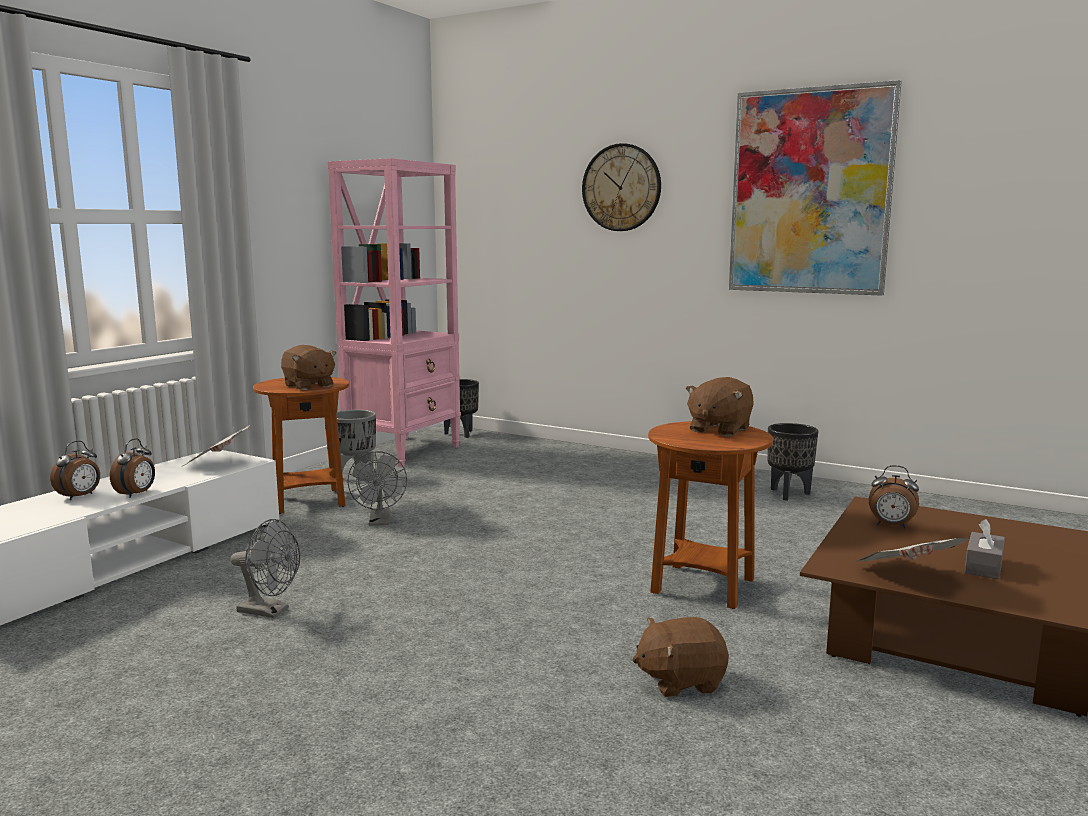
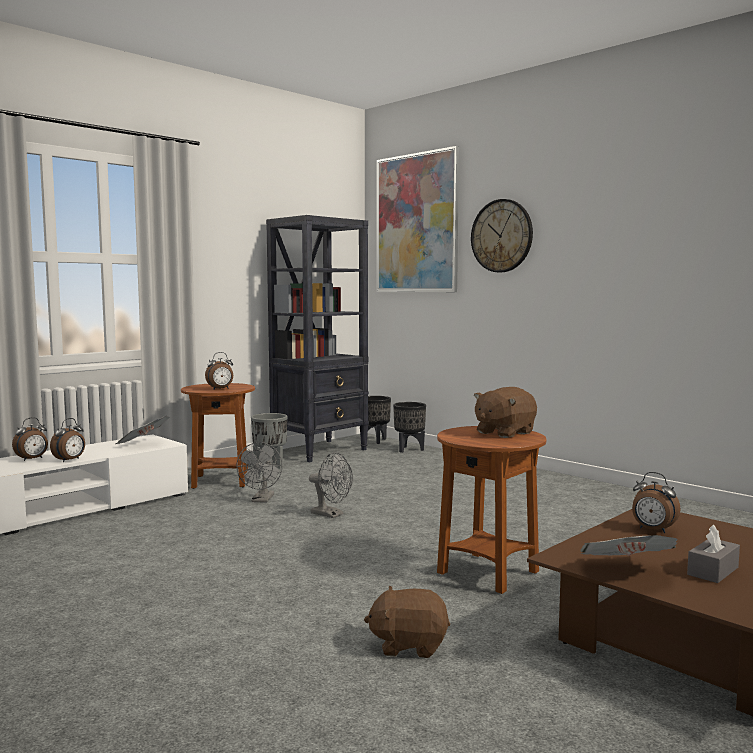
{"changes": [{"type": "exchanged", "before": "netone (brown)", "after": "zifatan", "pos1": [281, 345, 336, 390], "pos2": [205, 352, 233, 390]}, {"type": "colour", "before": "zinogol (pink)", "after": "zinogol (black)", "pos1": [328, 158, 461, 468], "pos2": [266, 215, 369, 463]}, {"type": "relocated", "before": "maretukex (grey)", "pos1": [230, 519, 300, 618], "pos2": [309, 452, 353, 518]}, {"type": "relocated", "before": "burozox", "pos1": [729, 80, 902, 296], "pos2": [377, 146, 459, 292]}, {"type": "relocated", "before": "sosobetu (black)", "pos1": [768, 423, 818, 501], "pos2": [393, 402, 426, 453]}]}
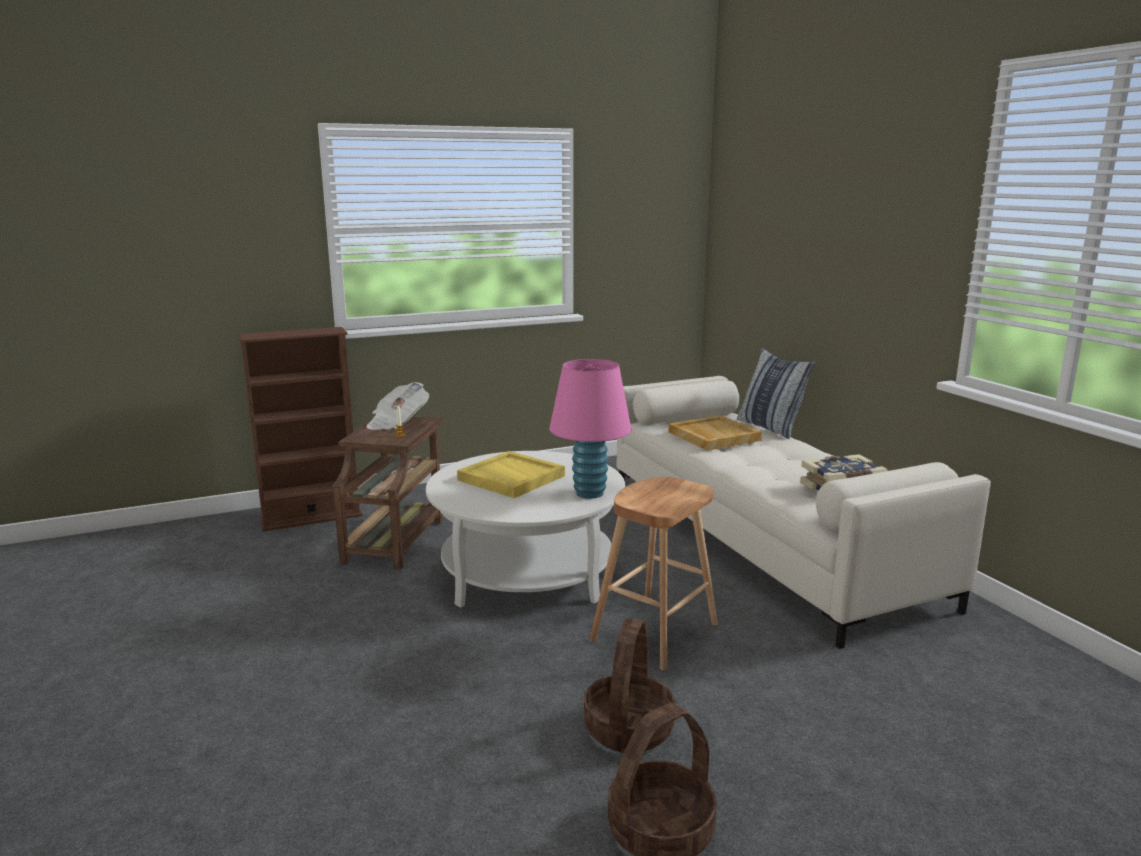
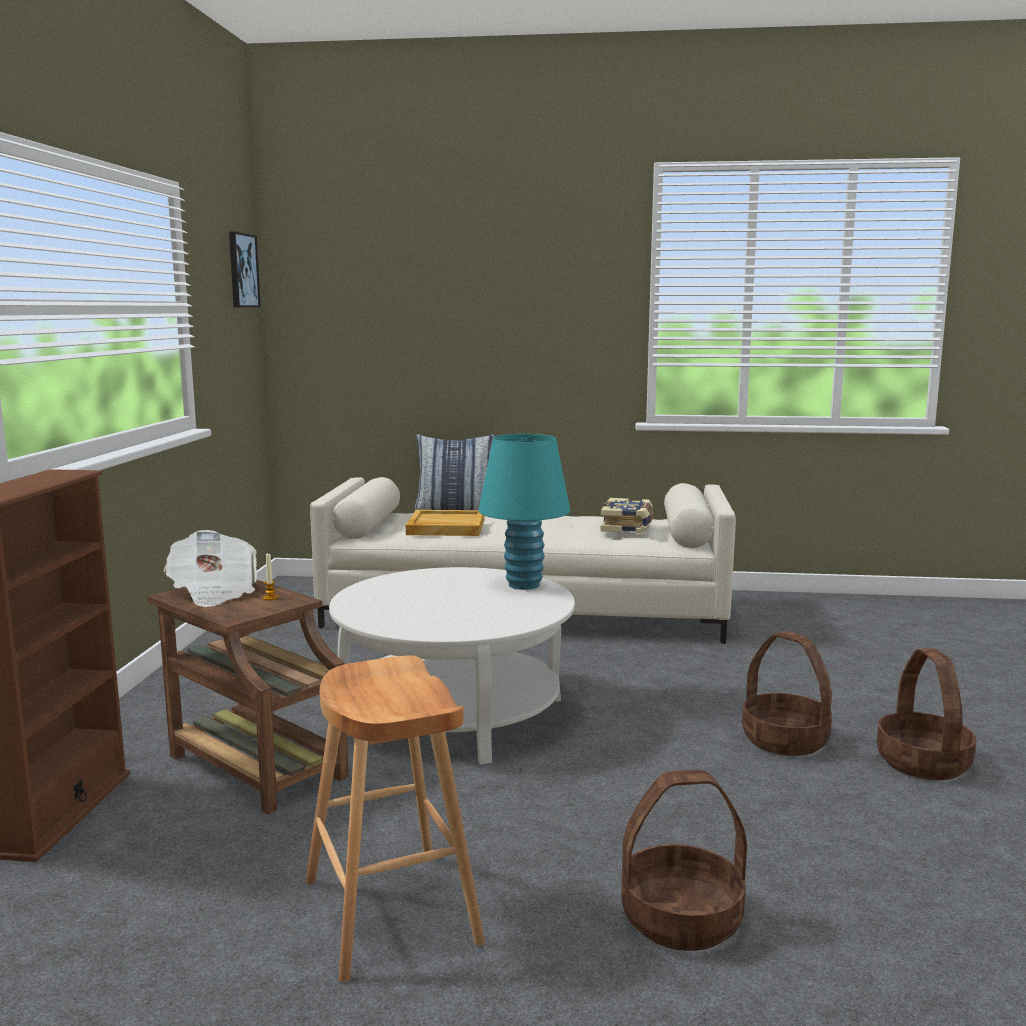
{"changes": [{"type": "appeared", "after": "burozox", "pos2": [229, 232, 261, 307]}, {"type": "relocated", "before": "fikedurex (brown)", "pos1": [590, 477, 718, 671], "pos2": [306, 655, 485, 982]}, {"type": "colour", "before": "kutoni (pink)", "after": "kutoni (turquoise)", "pos1": [549, 359, 631, 499], "pos2": [478, 434, 570, 590]}, {"type": "appeared", "after": "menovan", "pos2": [621, 770, 747, 951]}, {"type": "missing", "before": "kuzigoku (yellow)", "pos1": [457, 451, 565, 498]}]}
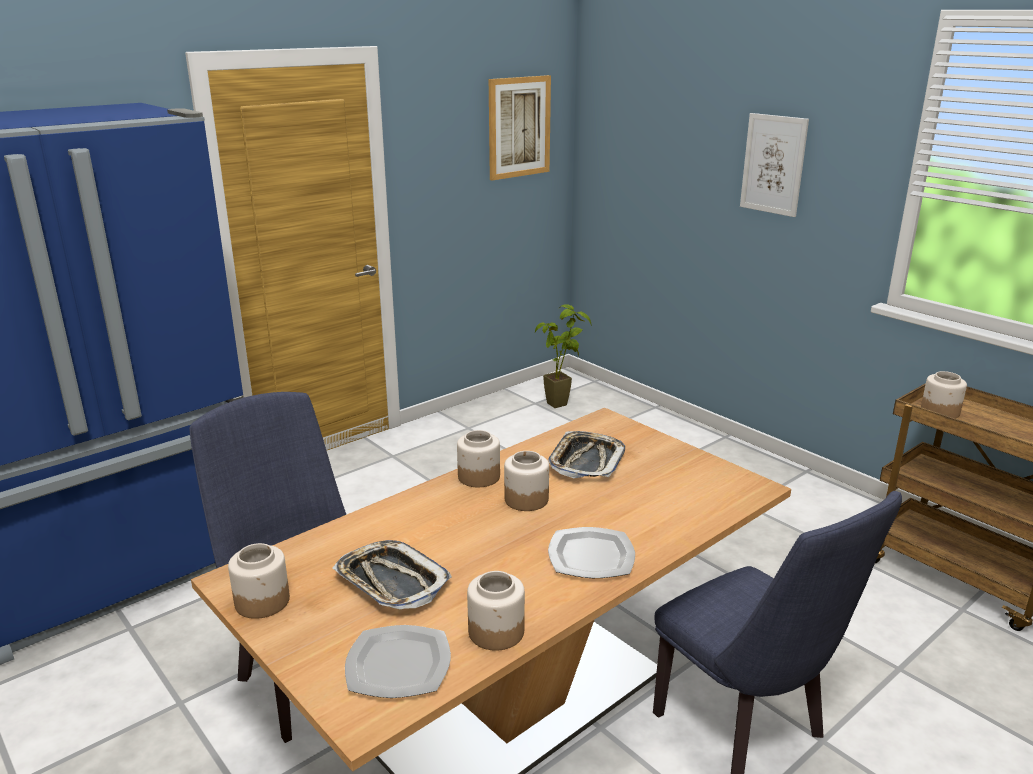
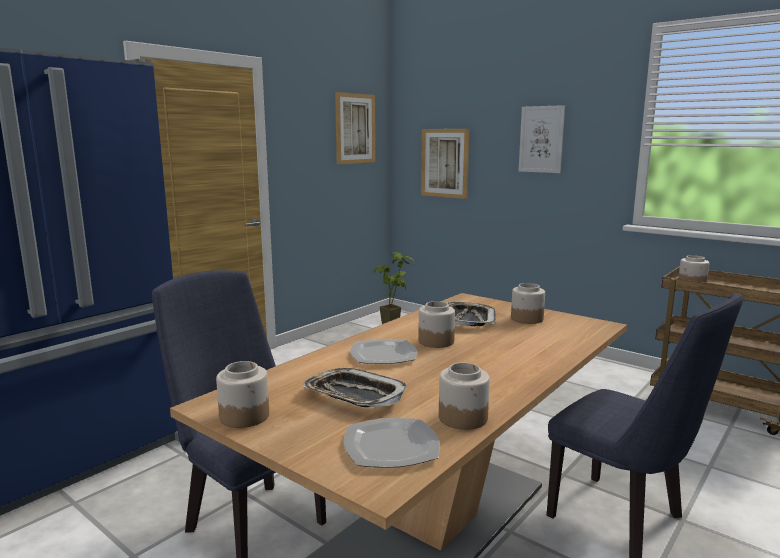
{"changes": [{"type": "relocated", "before": "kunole", "pos1": [548, 527, 635, 578], "pos2": [350, 339, 417, 364]}, {"type": "appeared", "after": "burozox", "pos2": [421, 129, 469, 199]}, {"type": "relocated", "before": "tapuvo", "pos1": [457, 430, 500, 487], "pos2": [511, 283, 545, 324]}]}
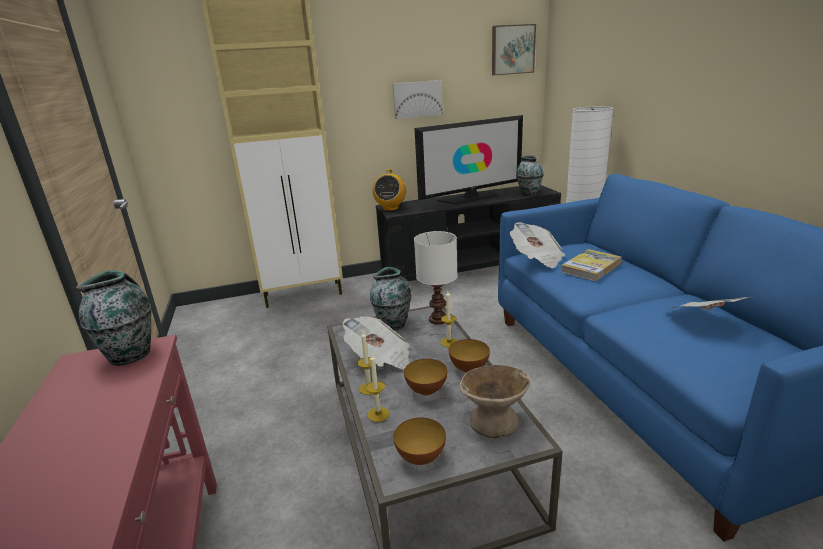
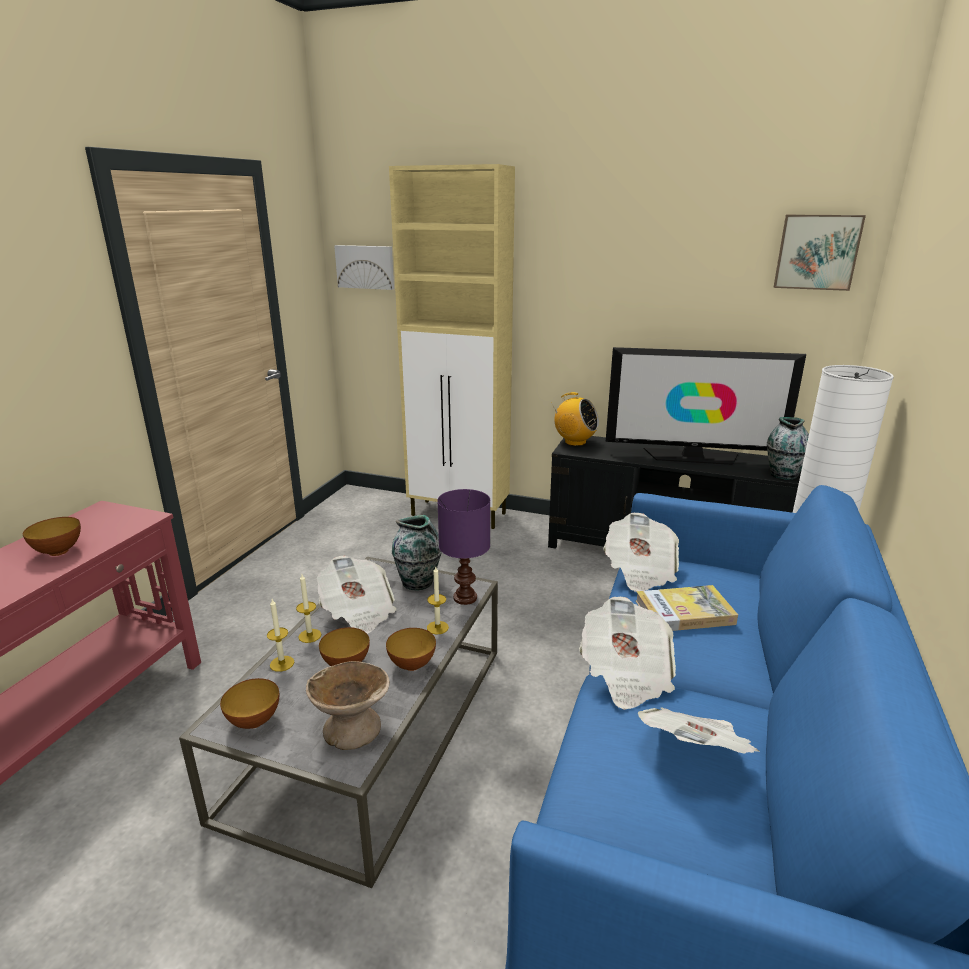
{"changes": [{"type": "appeared", "after": "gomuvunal", "pos2": [23, 517, 81, 556]}, {"type": "relocated", "before": "burozox", "pos1": [392, 80, 443, 119], "pos2": [334, 245, 394, 290]}, {"type": "colour", "before": "kutoni (white)", "after": "kutoni (purple)", "pos1": [414, 231, 457, 325], "pos2": [437, 489, 490, 605]}, {"type": "spun", "before": "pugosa", "pos1": [372, 169, 406, 211], "pos2": [551, 392, 599, 446], "turn": -105}, {"type": "appeared", "after": "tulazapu", "pos2": [579, 596, 676, 710]}, {"type": "missing", "before": "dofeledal", "pos1": [76, 271, 152, 366]}]}
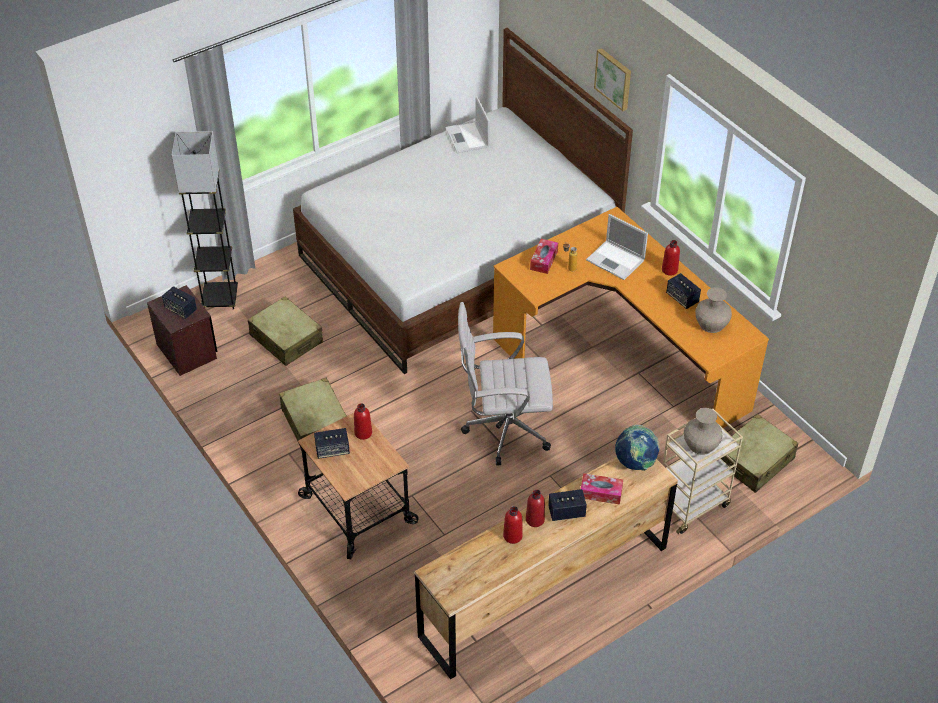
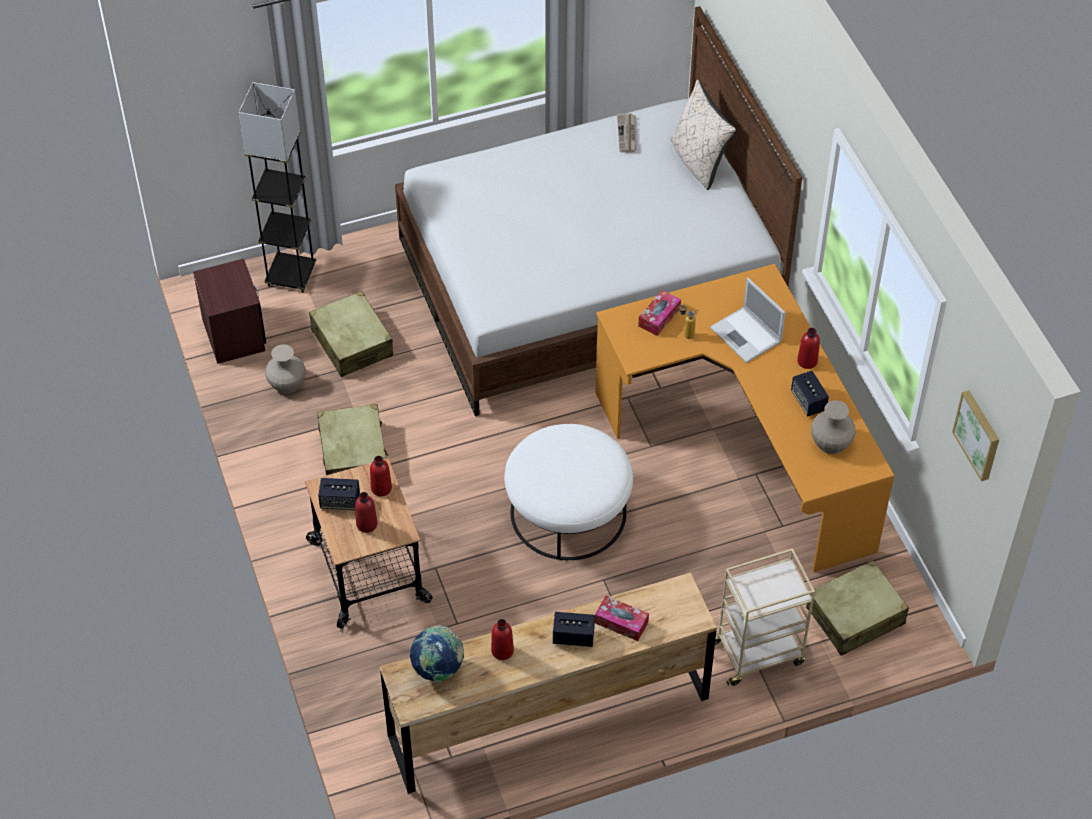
{"changes": [{"type": "relocated", "before": "dofeledal (beige)", "pos1": [684, 408, 722, 455], "pos2": [265, 344, 306, 394]}, {"type": "relocated", "before": "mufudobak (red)", "pos1": [526, 490, 545, 527], "pos2": [355, 492, 377, 533]}, {"type": "relocated", "before": "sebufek", "pos1": [615, 425, 660, 471], "pos2": [410, 625, 464, 683]}, {"type": "exchanged", "before": "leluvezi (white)", "after": "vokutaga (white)", "pos1": [458, 302, 553, 465], "pos2": [504, 424, 633, 560]}, {"type": "exchanged", "before": "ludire", "after": "tulazapu", "pos1": [445, 96, 490, 153], "pos2": [617, 113, 636, 152]}, {"type": "appeared", "after": "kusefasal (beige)", "pos2": [671, 80, 736, 190]}, {"type": "relocated", "before": "burozox", "pos1": [594, 48, 631, 111], "pos2": [952, 390, 999, 481]}, {"type": "missing", "before": "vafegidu", "pos1": [162, 286, 197, 319]}]}
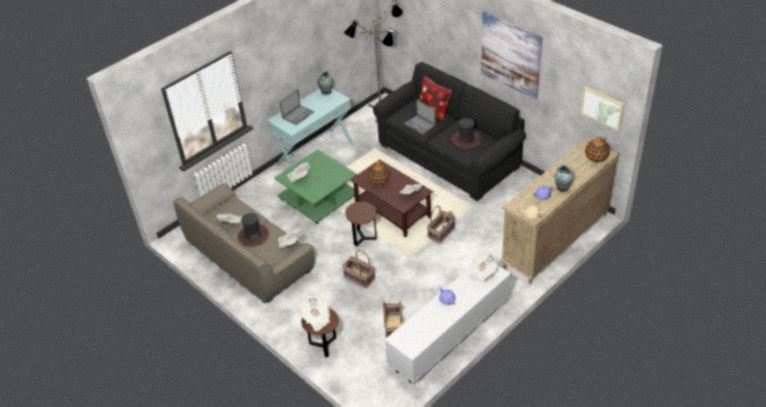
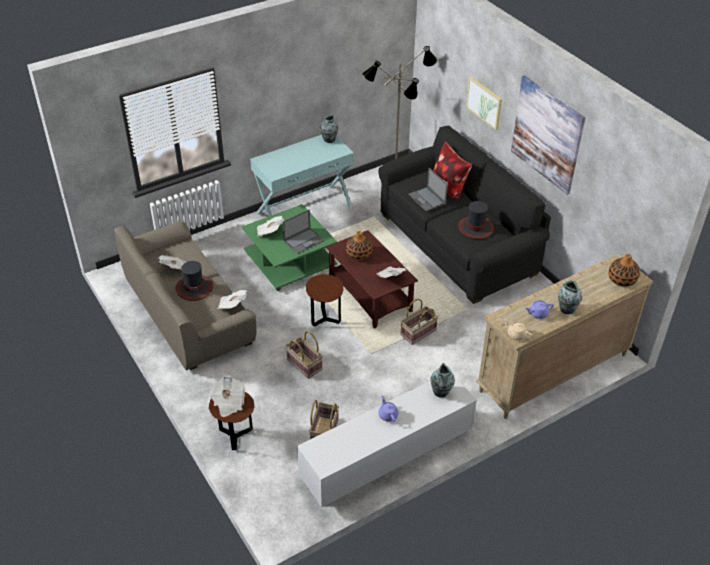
{"changes": [{"type": "relocated", "before": "ludire", "pos1": [280, 89, 314, 125], "pos2": [283, 209, 324, 254]}, {"type": "exchanged", "before": "tulazapu", "after": "dofeledal", "pos1": [468, 254, 497, 283], "pos2": [430, 363, 455, 398]}, {"type": "relocated", "before": "burozox", "pos1": [580, 86, 624, 131], "pos2": [466, 77, 502, 130]}]}
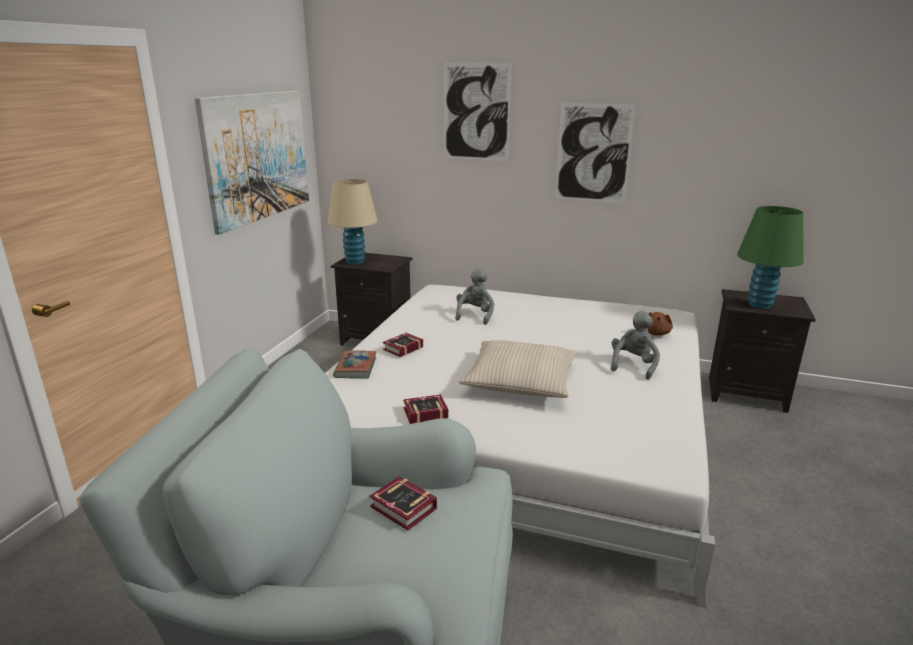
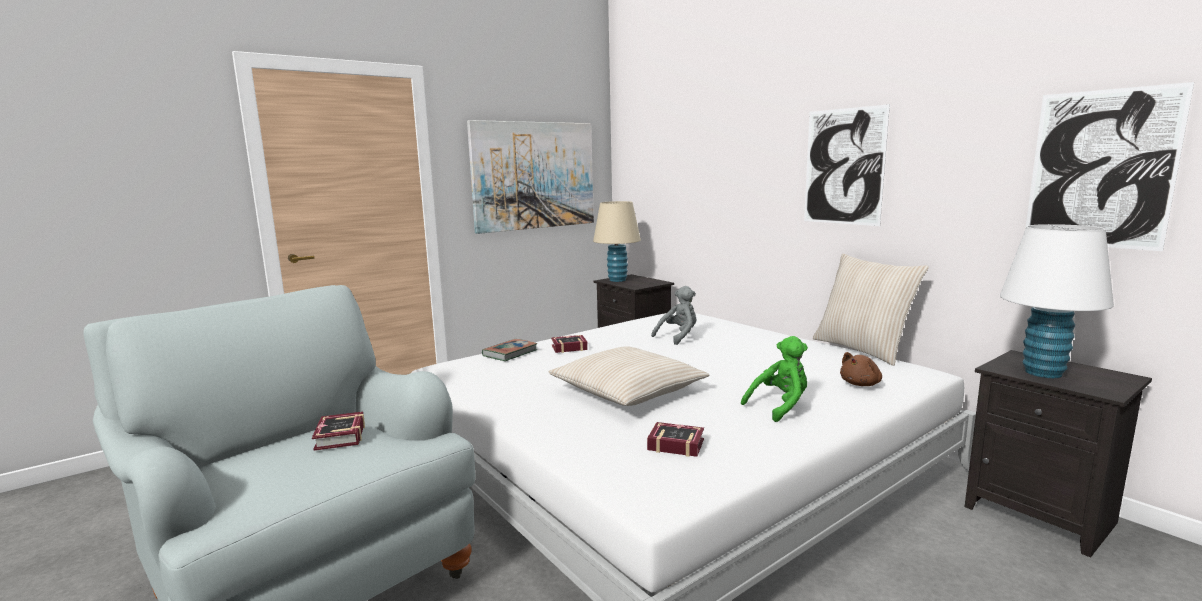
{"changes": [{"type": "relocated", "before": "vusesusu", "pos1": [403, 394, 448, 424], "pos2": [647, 422, 704, 457]}, {"type": "colour", "before": "netone (grey)", "after": "netone (green)", "pos1": [611, 311, 660, 379], "pos2": [741, 336, 808, 422]}, {"type": "appeared", "after": "kusefasal (beige)", "pos2": [813, 254, 929, 366]}, {"type": "colour", "before": "kutoni (green)", "after": "kutoni (white)", "pos1": [737, 206, 804, 309], "pos2": [1000, 224, 1114, 378]}, {"type": "relocated", "before": "burozox", "pos1": [444, 63, 511, 161], "pos2": [1025, 82, 1194, 251]}]}
